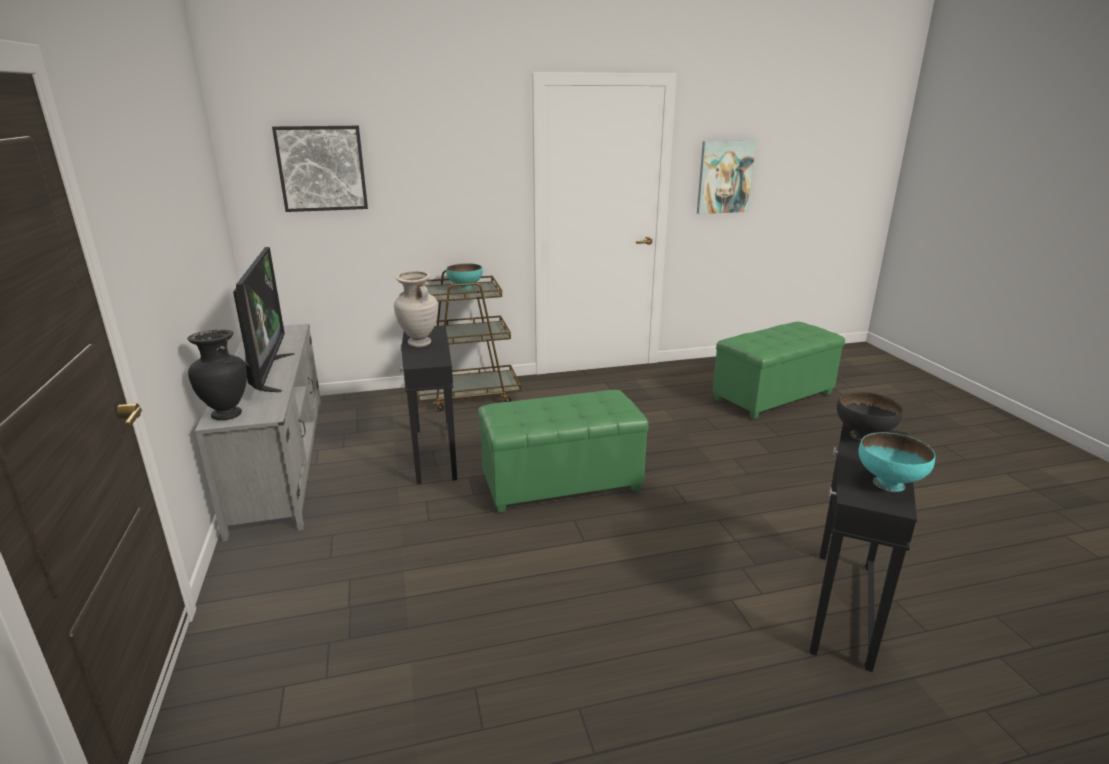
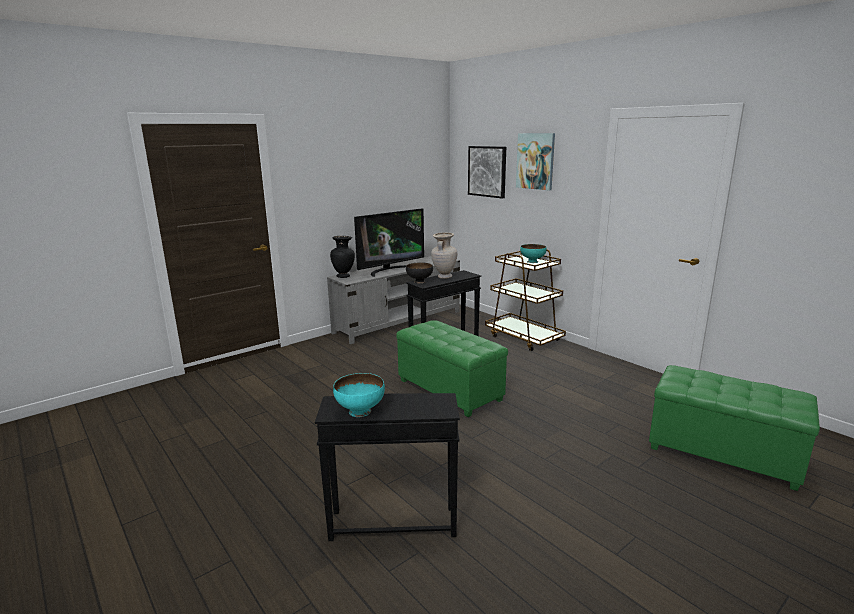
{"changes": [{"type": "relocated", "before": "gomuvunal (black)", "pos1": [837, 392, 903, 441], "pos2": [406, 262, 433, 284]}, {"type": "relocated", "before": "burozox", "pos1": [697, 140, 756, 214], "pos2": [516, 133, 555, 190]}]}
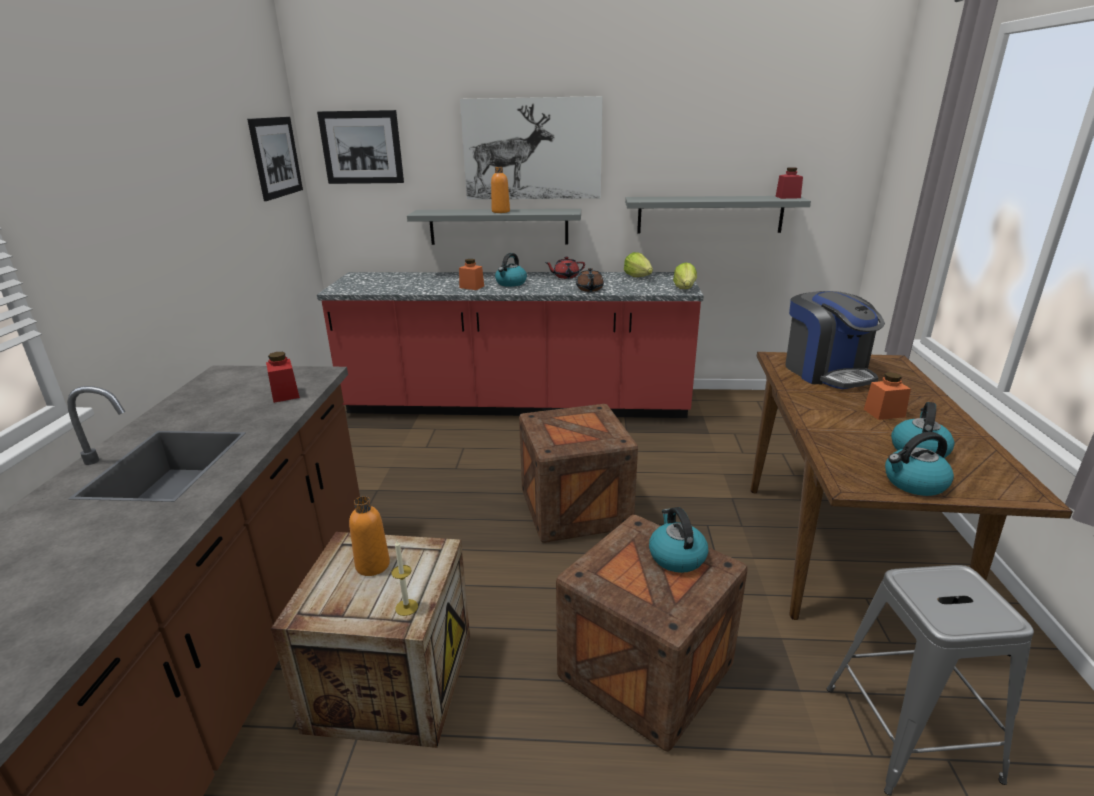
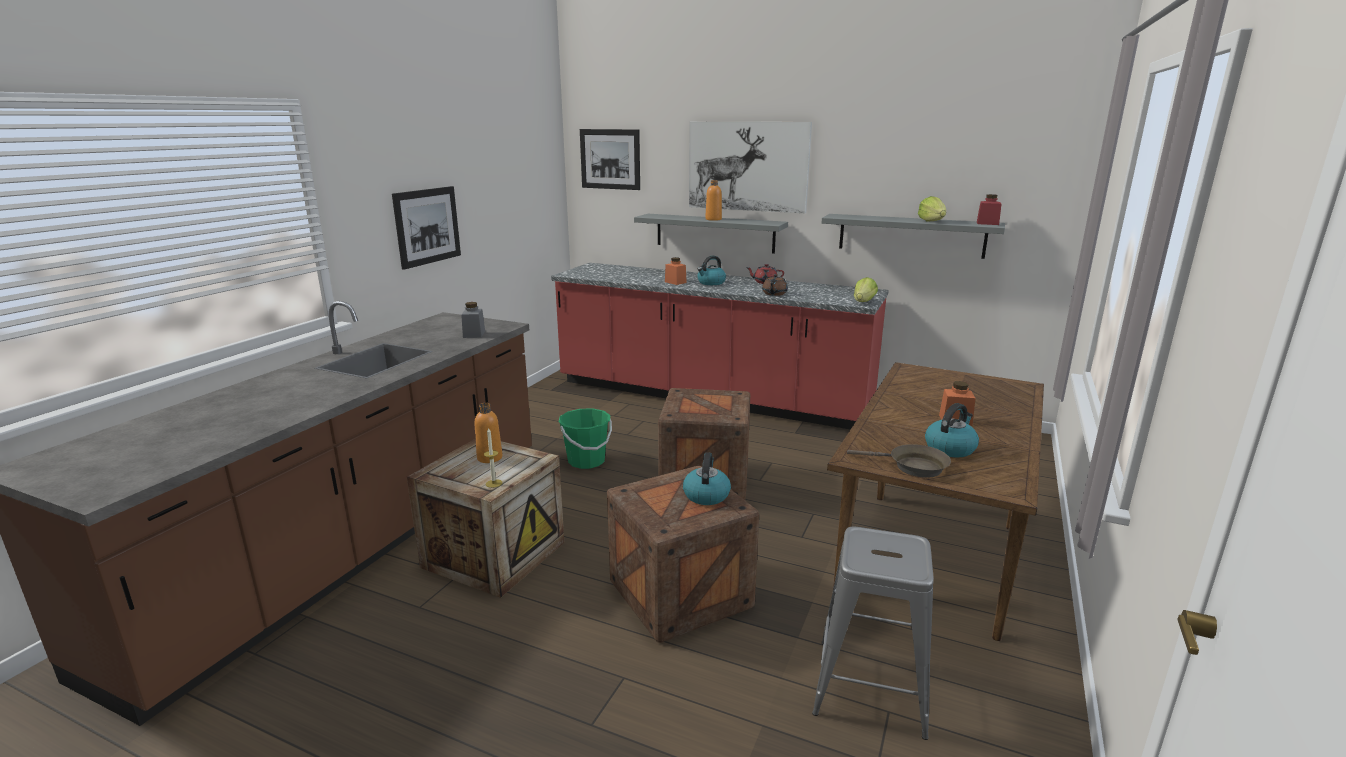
{"changes": [{"type": "relocated", "before": "burozox", "pos1": [247, 117, 303, 201], "pos2": [392, 186, 461, 270]}, {"type": "colour", "before": "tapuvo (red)", "after": "tapuvo (grey)", "pos1": [266, 352, 300, 403], "pos2": [461, 302, 485, 338]}, {"type": "appeared", "after": "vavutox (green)", "pos2": [559, 408, 612, 469]}, {"type": "exchanged", "before": "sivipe", "after": "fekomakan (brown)", "pos1": [885, 432, 954, 496], "pos2": [847, 444, 951, 478]}, {"type": "relocated", "before": "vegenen", "pos1": [624, 252, 653, 277], "pos2": [918, 196, 946, 221]}, {"type": "missing", "before": "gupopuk", "pos1": [785, 291, 885, 389]}]}
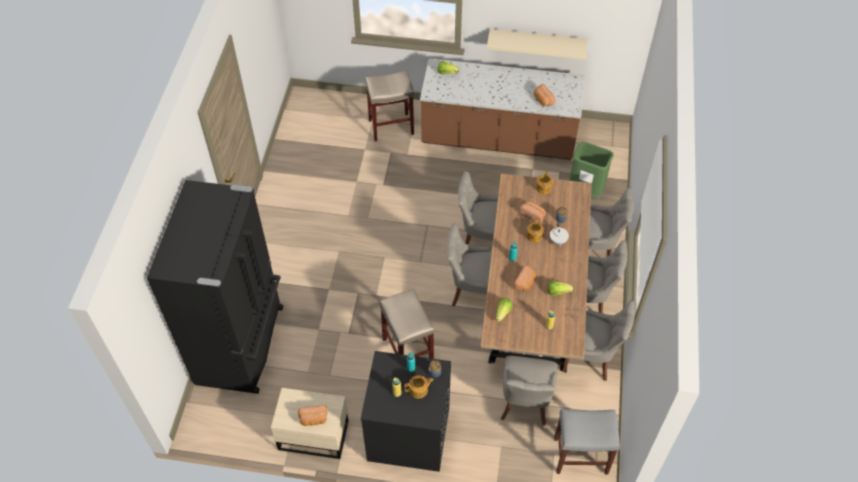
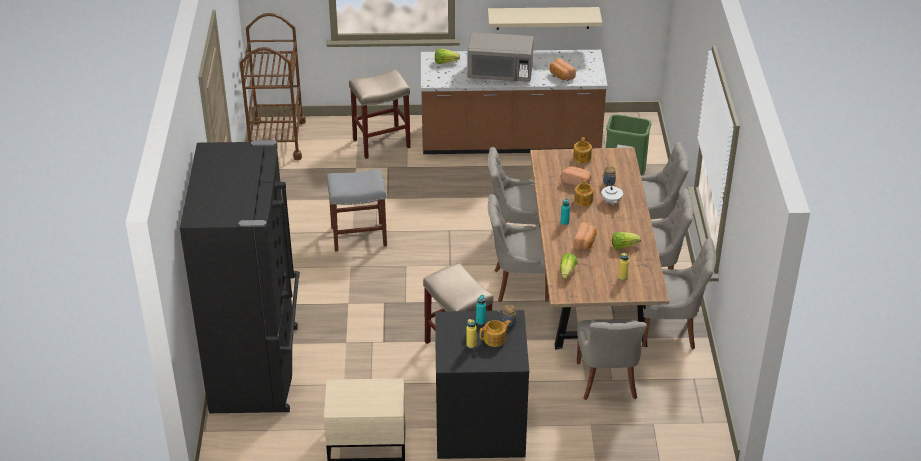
{"changes": [{"type": "appeared", "after": "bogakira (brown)", "pos2": [240, 13, 306, 160]}, {"type": "relocated", "before": "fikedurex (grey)", "pos1": [554, 409, 620, 474], "pos2": [327, 168, 387, 252]}, {"type": "appeared", "after": "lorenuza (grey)", "pos2": [467, 32, 534, 82]}, {"type": "missing", "before": "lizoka", "pos1": [298, 405, 327, 426]}]}
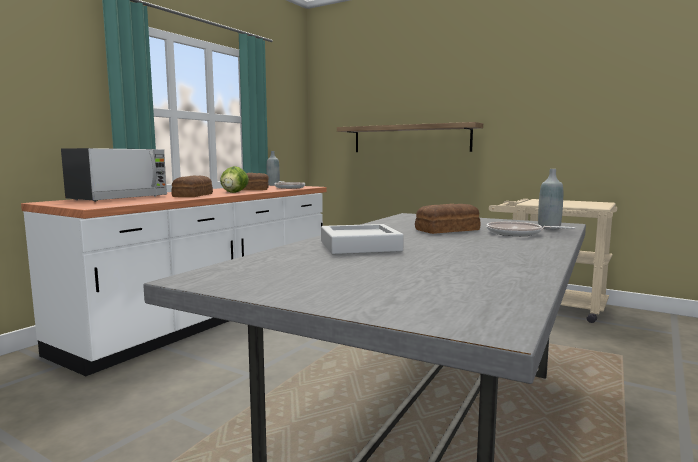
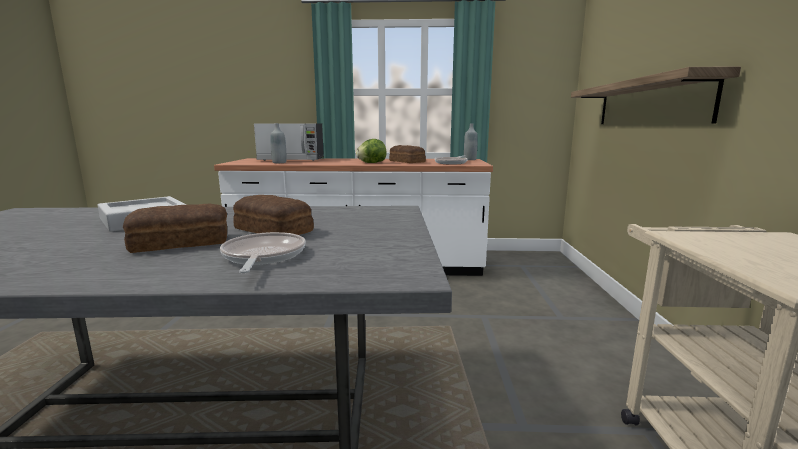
{"changes": [{"type": "relocated", "before": "lizoka", "pos1": [171, 176, 213, 197], "pos2": [123, 203, 227, 253]}, {"type": "relocated", "before": "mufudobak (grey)", "pos1": [538, 169, 563, 230], "pos2": [270, 123, 287, 163]}]}
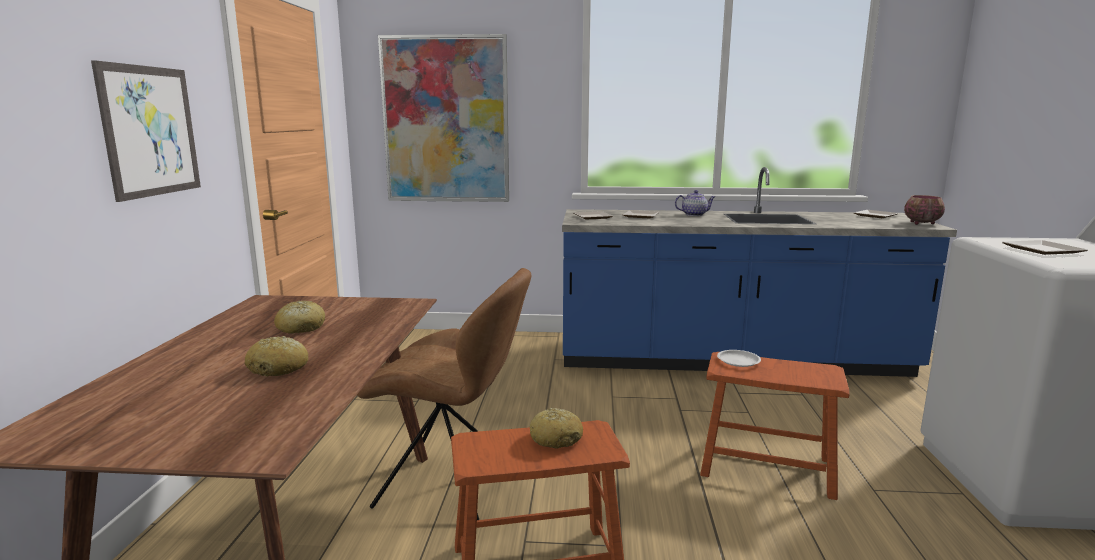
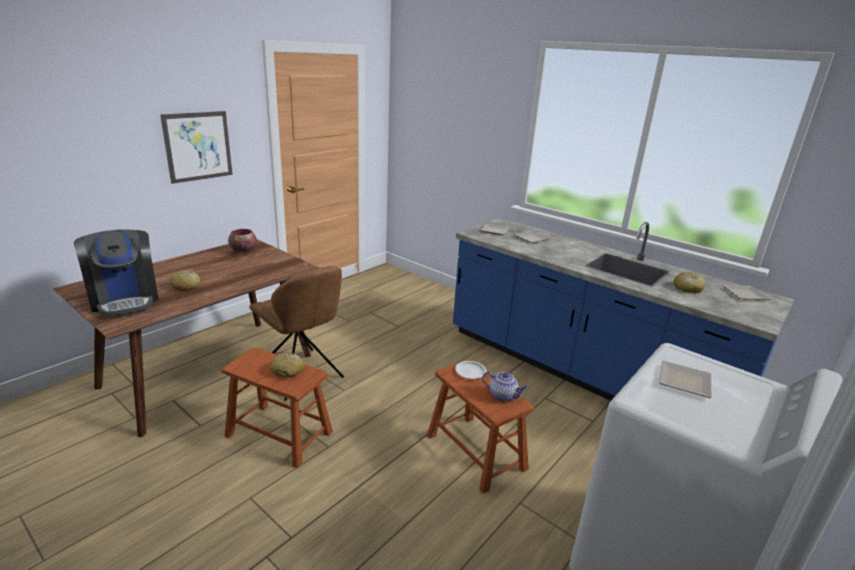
{"changes": [{"type": "appeared", "after": "gupopuk", "pos2": [74, 229, 159, 317]}, {"type": "relocated", "before": "gomuvunal", "pos1": [904, 195, 945, 225], "pos2": [228, 229, 257, 254]}, {"type": "relocated", "before": "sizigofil", "pos1": [675, 190, 715, 216], "pos2": [482, 371, 528, 402]}, {"type": "relocated", "before": "lizoka", "pos1": [274, 300, 325, 334], "pos2": [673, 272, 705, 293]}, {"type": "missing", "before": "burozox", "pos1": [378, 34, 509, 202]}]}
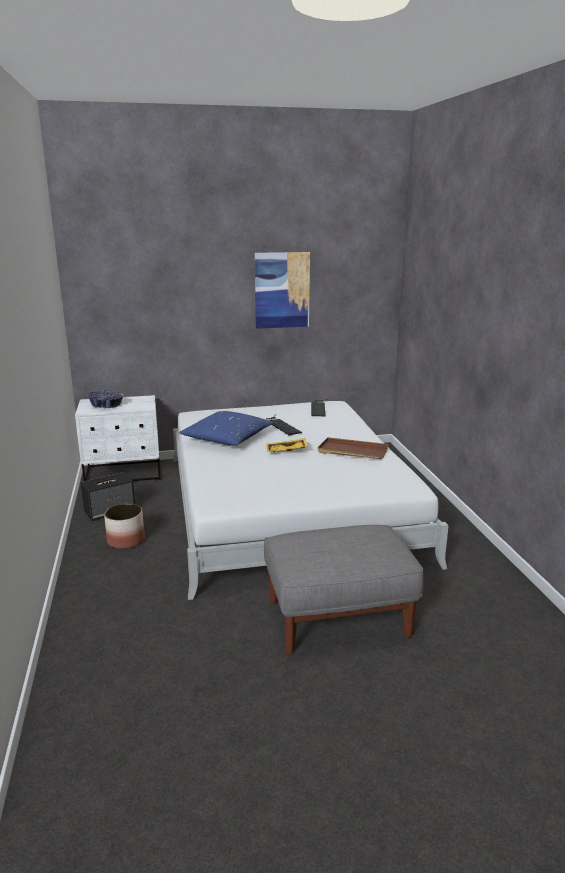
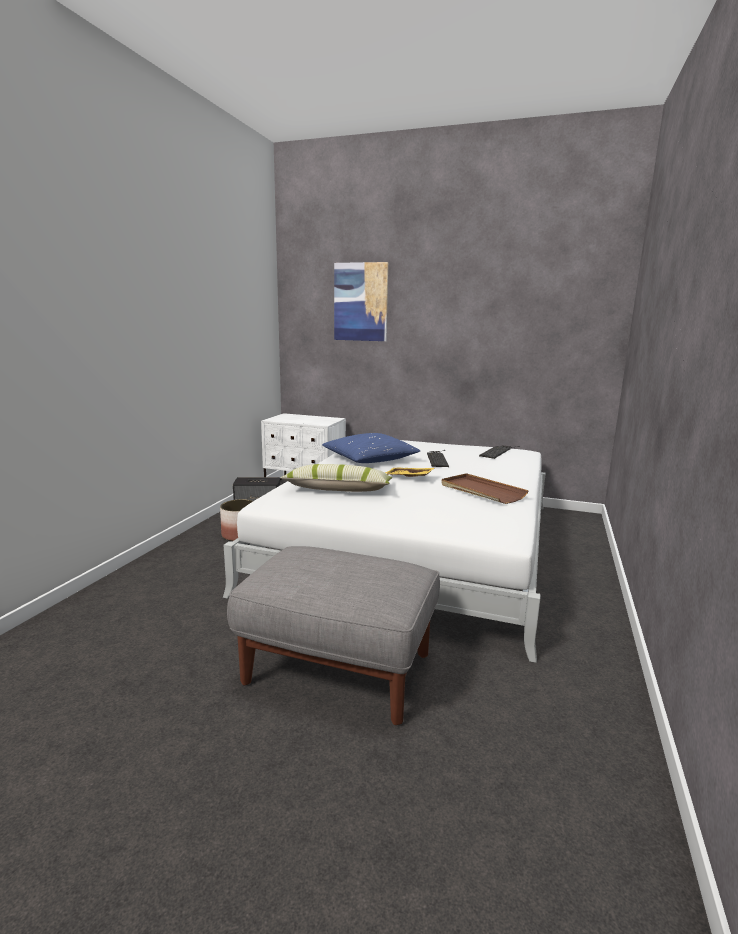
{"changes": [{"type": "appeared", "after": "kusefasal", "pos2": [280, 464, 392, 492]}, {"type": "relocated", "before": "burozox", "pos1": [255, 252, 310, 329], "pos2": [334, 262, 388, 341]}, {"type": "missing", "before": "gomuvunal", "pos1": [88, 390, 124, 408]}]}
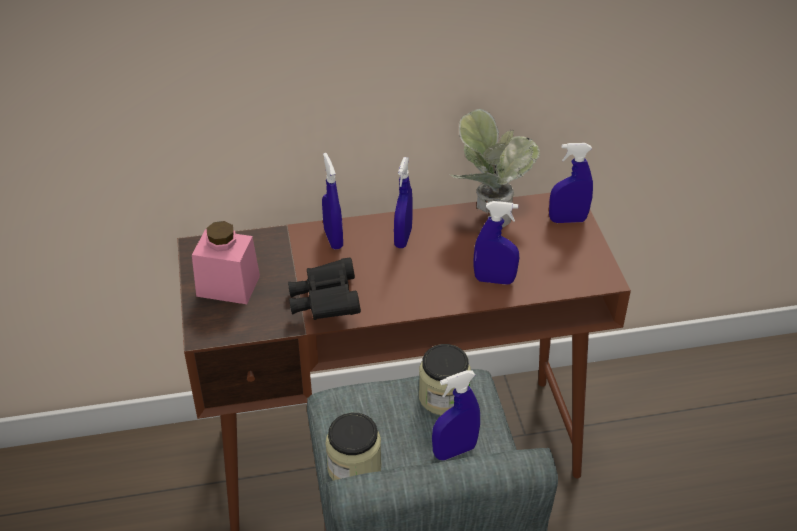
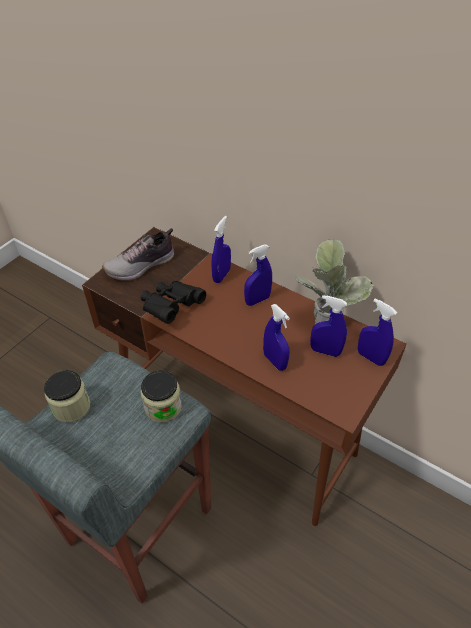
{"changes": [{"type": "exchanged", "before": "tapuvo (pink)", "after": "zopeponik", "pos1": [192, 221, 260, 304], "pos2": [102, 228, 174, 281]}, {"type": "relocated", "before": "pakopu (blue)", "pos1": [432, 370, 480, 460], "pos2": [310, 295, 347, 357]}]}
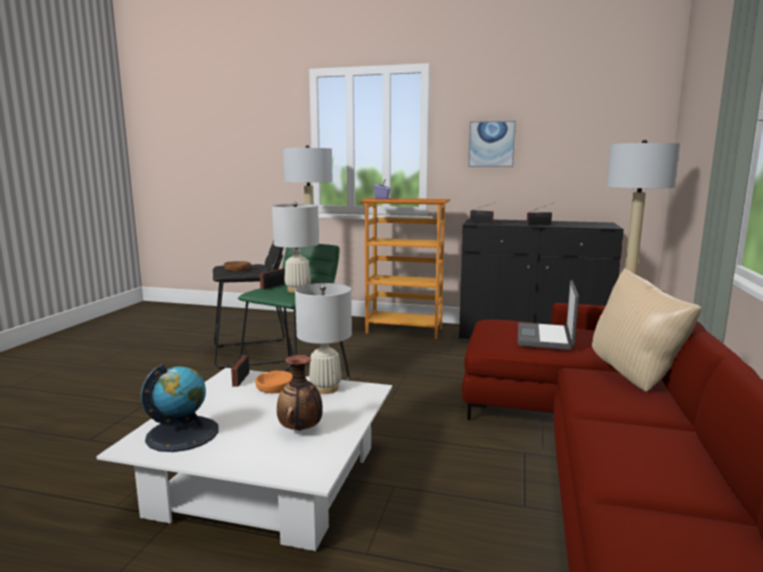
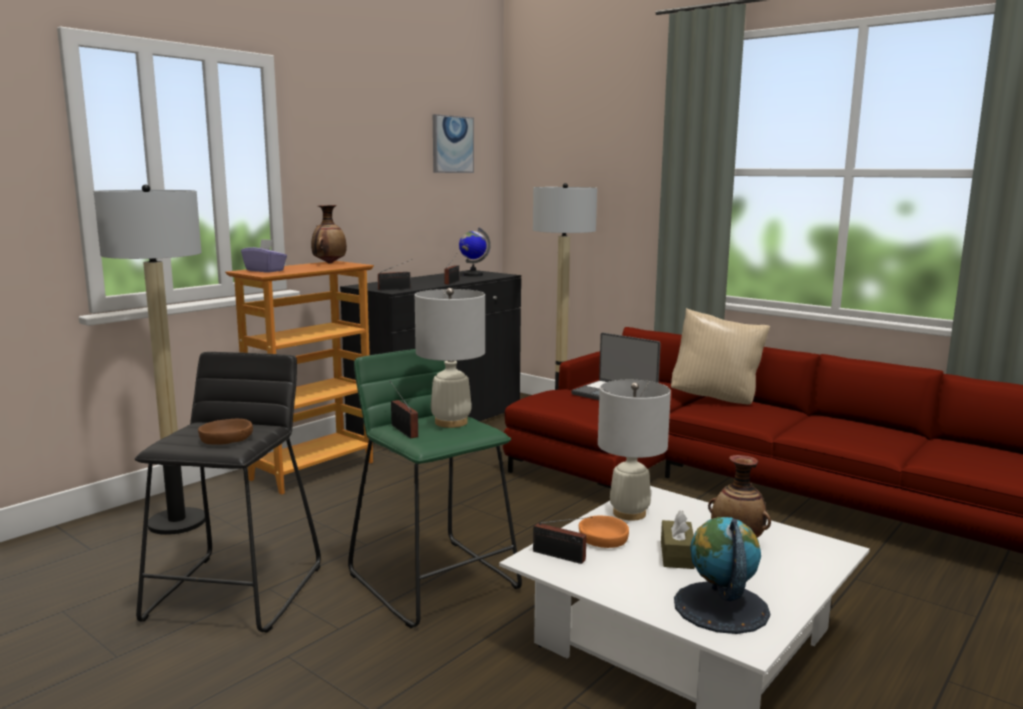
{"changes": [{"type": "appeared", "after": "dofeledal", "pos2": [311, 205, 347, 264]}, {"type": "relocated", "before": "burozox", "pos1": [468, 120, 516, 167], "pos2": [433, 114, 474, 173]}, {"type": "appeared", "after": "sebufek", "pos2": [459, 227, 491, 277]}, {"type": "appeared", "after": "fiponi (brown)", "pos2": [661, 510, 695, 569]}]}
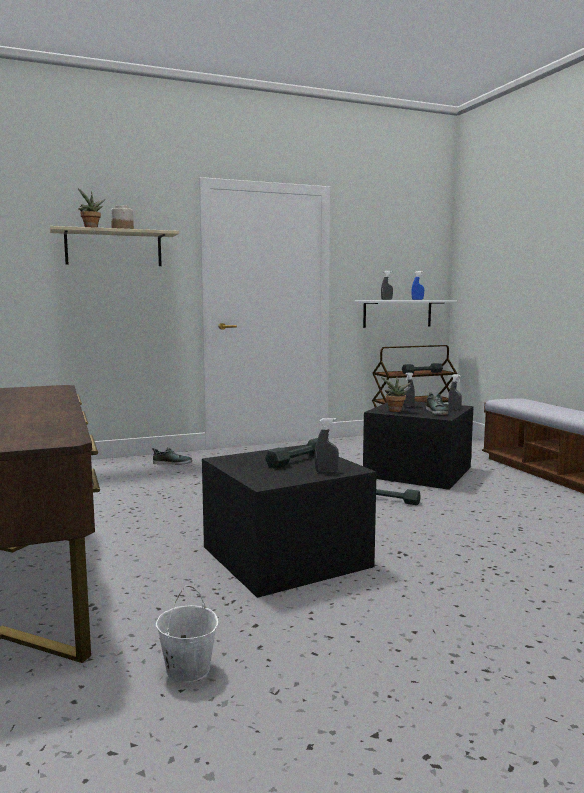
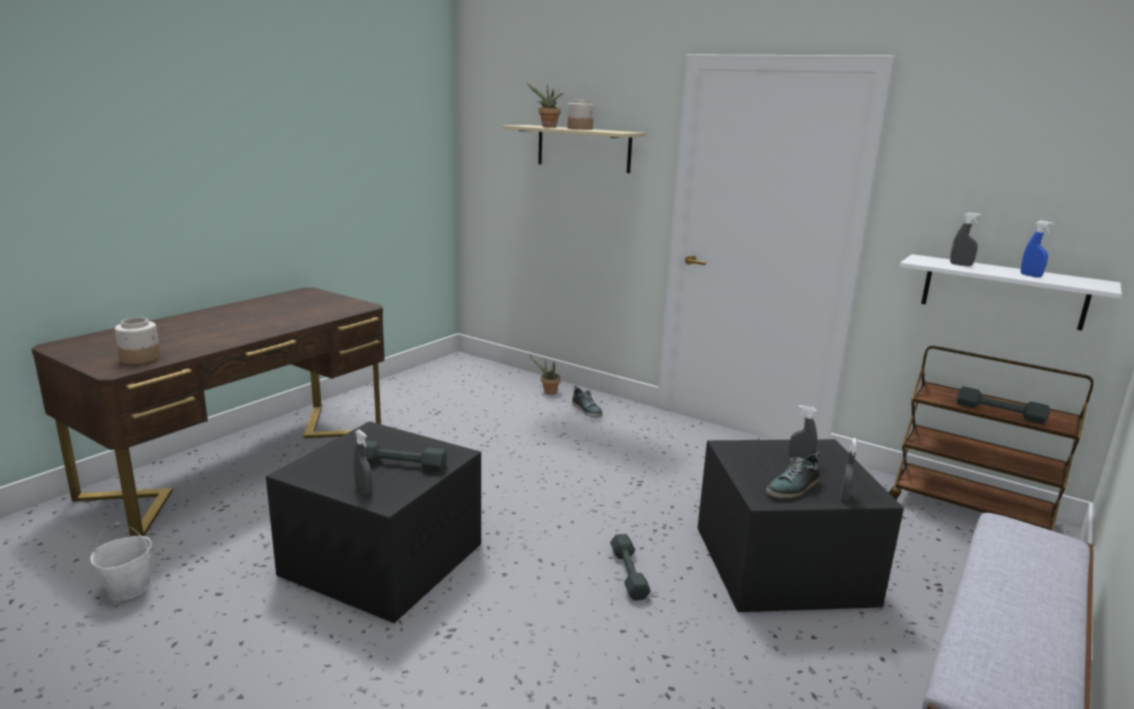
{"changes": [{"type": "appeared", "after": "tapuvo", "pos2": [115, 318, 160, 364]}, {"type": "relocated", "before": "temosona", "pos1": [381, 376, 411, 412], "pos2": [530, 355, 561, 394]}]}
